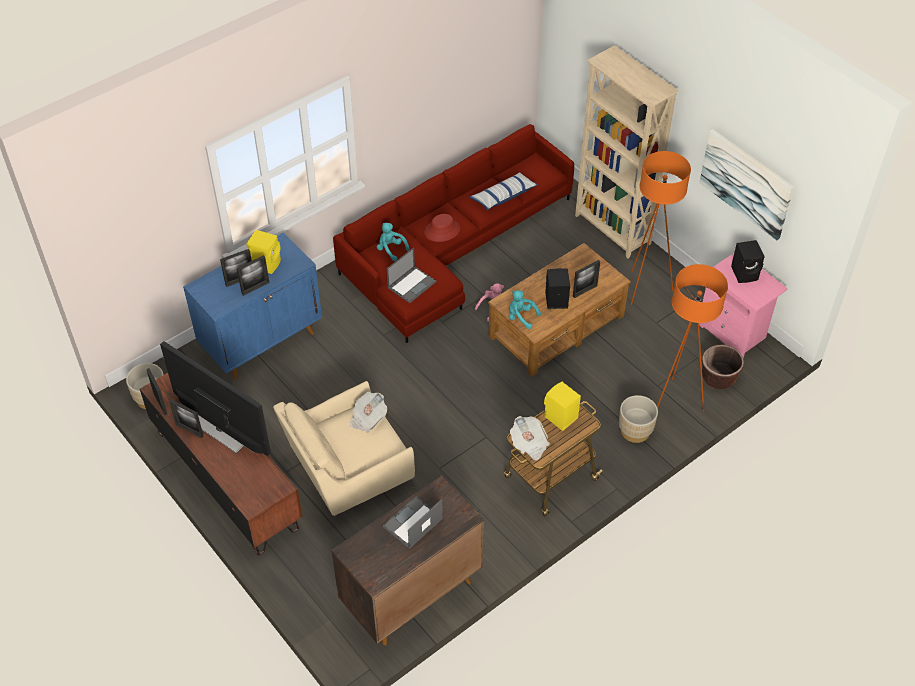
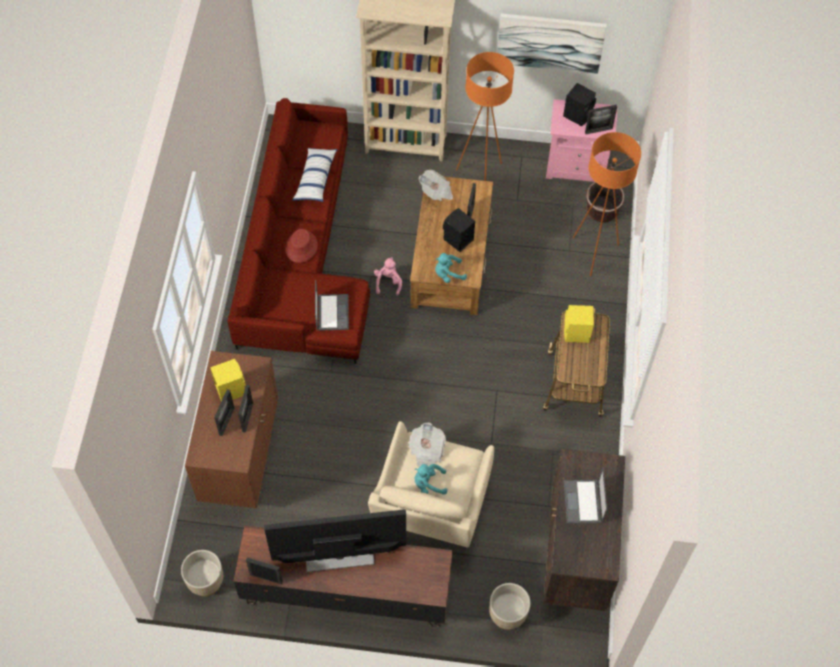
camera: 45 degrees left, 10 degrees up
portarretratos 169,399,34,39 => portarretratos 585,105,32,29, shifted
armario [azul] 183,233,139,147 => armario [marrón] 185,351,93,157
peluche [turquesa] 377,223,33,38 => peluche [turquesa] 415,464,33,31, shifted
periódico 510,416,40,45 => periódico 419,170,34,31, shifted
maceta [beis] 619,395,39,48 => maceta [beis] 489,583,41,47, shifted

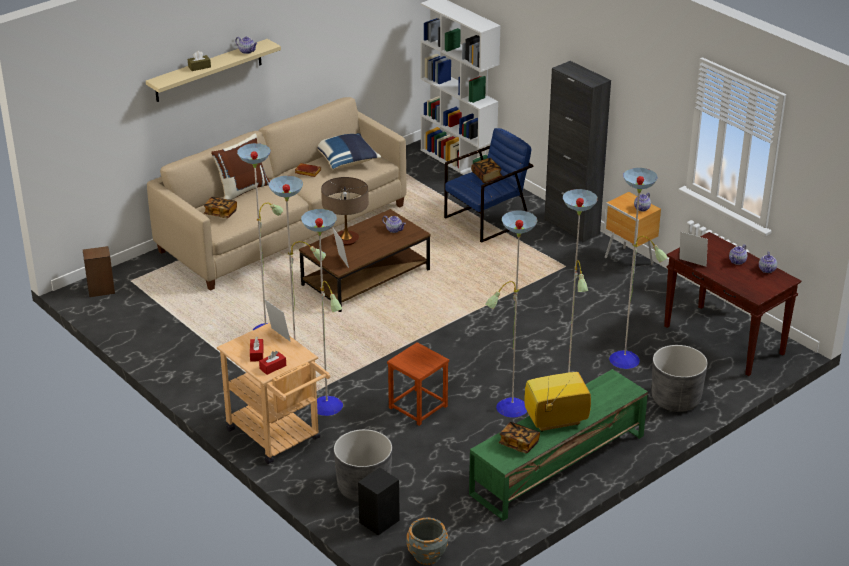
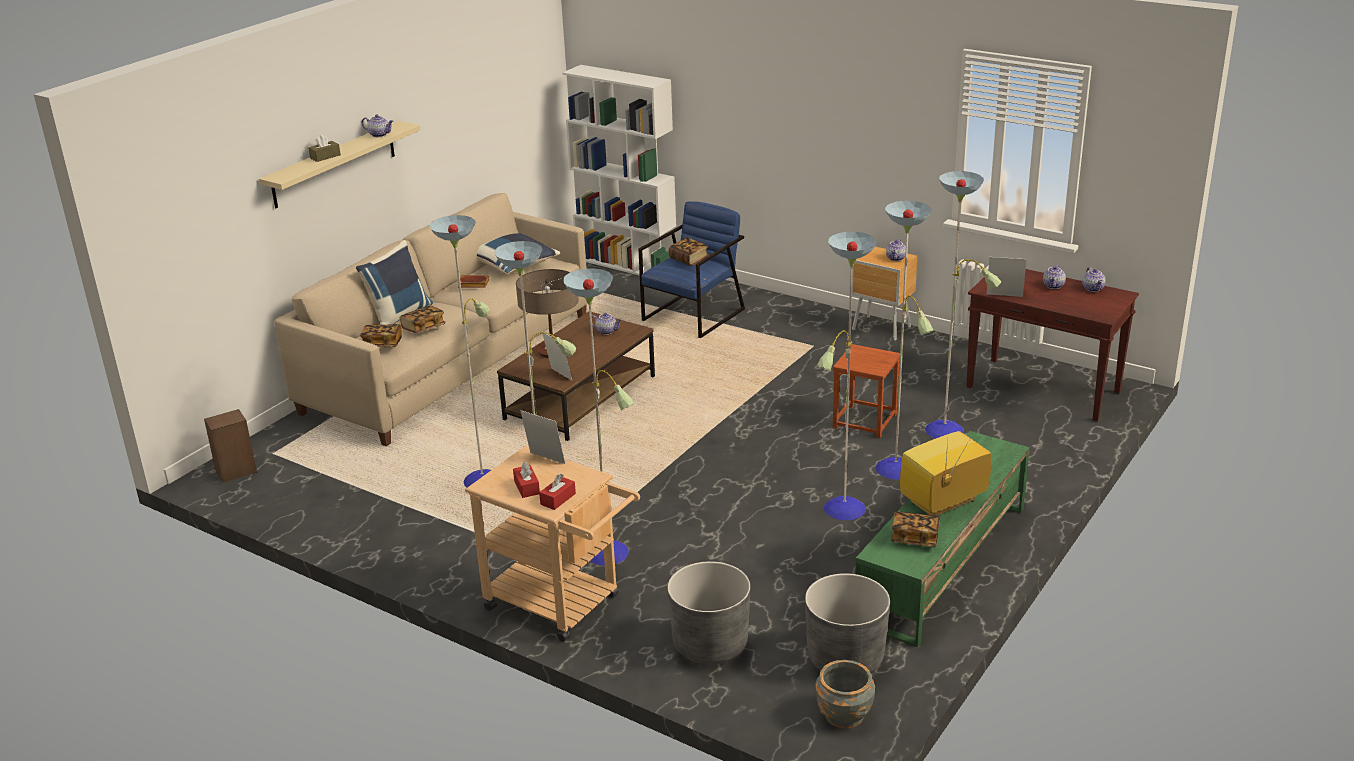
camera: 15 degrees left, 5 degrees down
cojín [marrón] 211,133,59,67 => cojín [azul] 356,240,77,85
altavoz [negro] 358,468,42,67 => nothing
taburete [marrón] 387,342,62,84 => taburete [marrón] 833,344,67,94, shifted
armario [negro] 544,61,67,181 => nothing
maceta [gris] 652,345,56,67 => maceta [gris] 805,573,85,100, shifted
nothing => libro 400,306,46,27

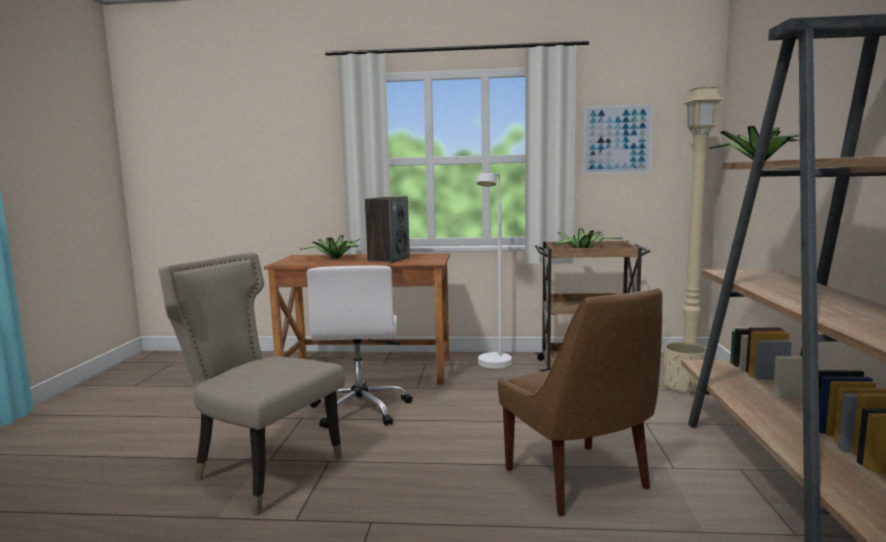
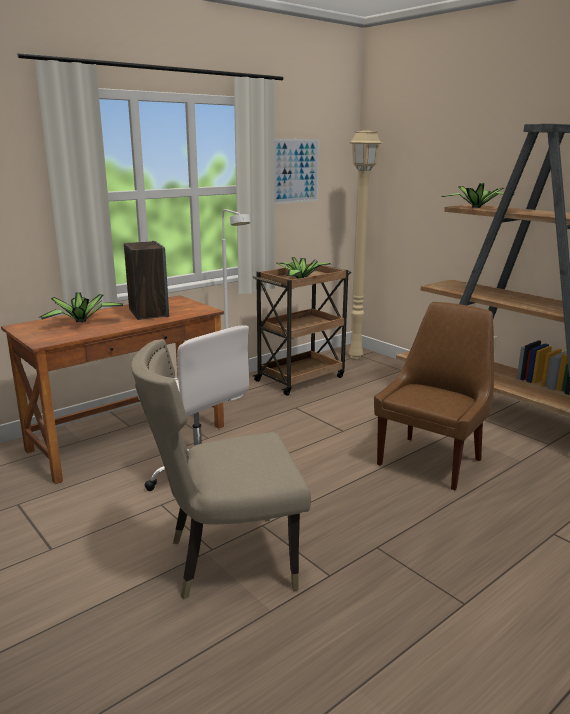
camera: 45 degrees left, 10 degrees up
silla [marrón] 498,288,164,228 => silla [marrón] 374,302,120,188, 75 degrees counterclockwise
maceta [beis] 664,342,43,52 => nothing

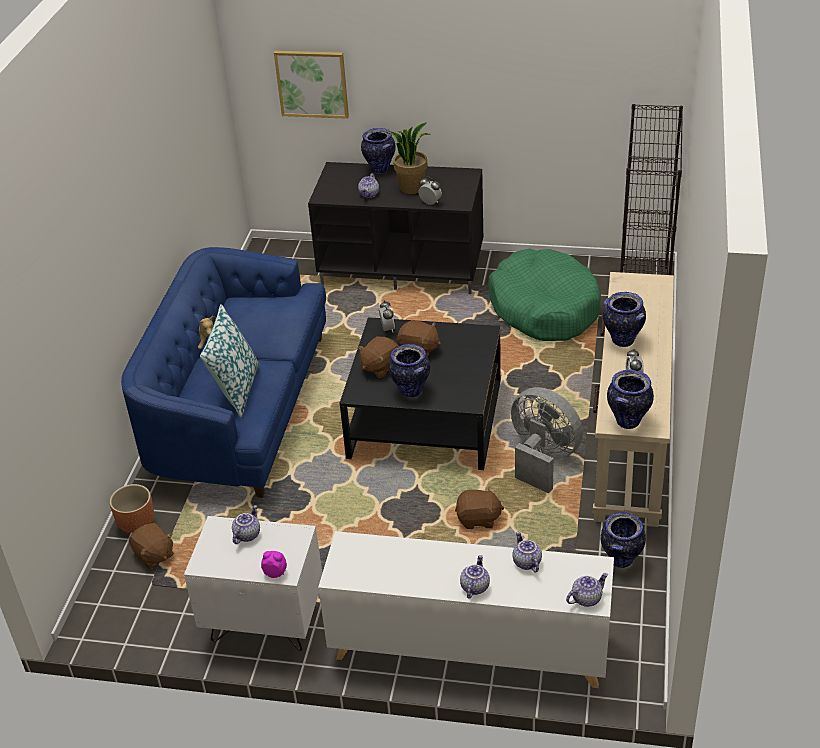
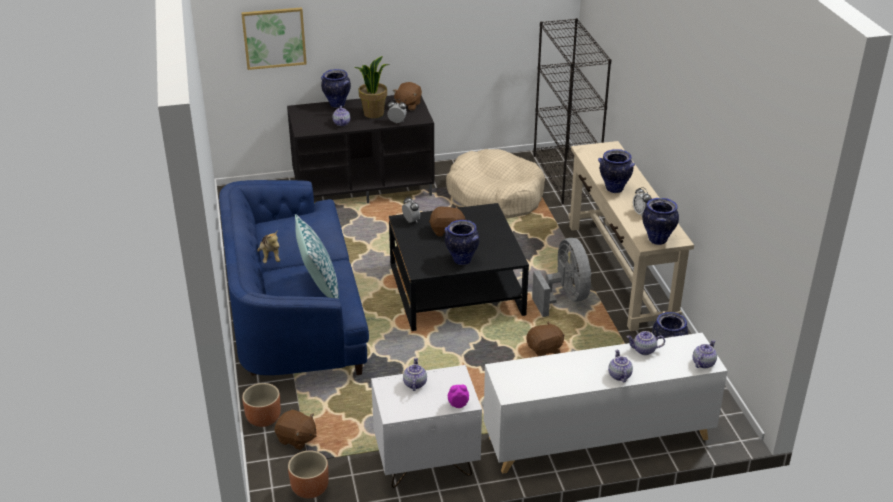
camera: 25 degrees left, 5 degrees down
peluche [marrón] 358,336,41,42 => peluche [marrón] 393,82,29,29, shifted
cama para perro [verde] 489,249,112,92 => cama para perro [beis] 446,149,99,69
ventilador [gris] 511,387,72,106 => ventilador [gris] 532,238,59,79, 60 degrees clockwise
tetera 513,532,29,41 => tetera 626,331,39,24, 45 degrees counterclockwise
nothing => maceta [marrón] 288,451,41,47

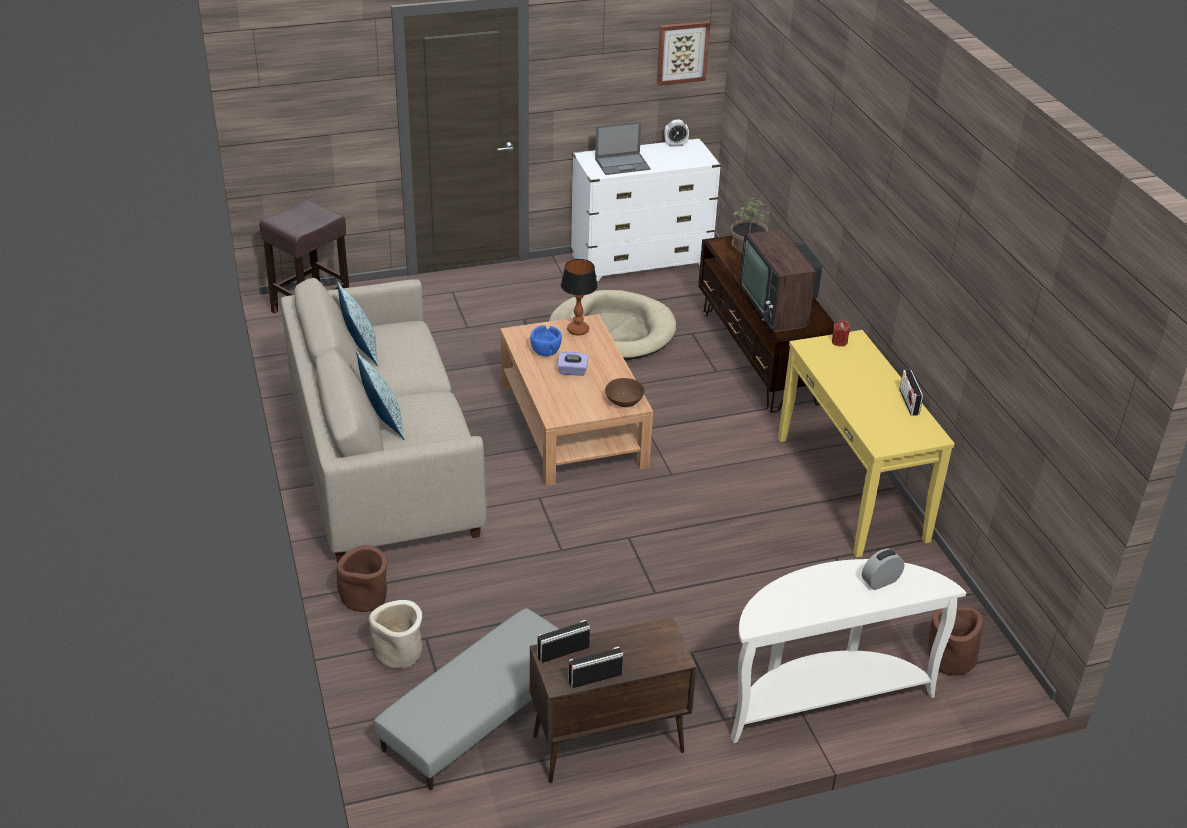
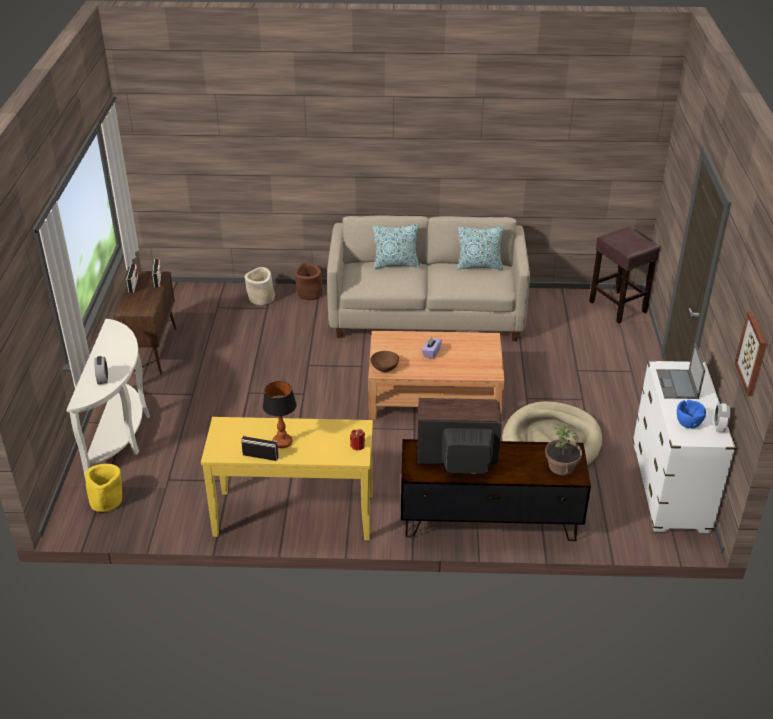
camera: 110 degrees right, 0 degrees up
puf [gris] 374,608,185,182 => nothing
cuenco [azul] 530,325,32,31 => cuenco [azul] 677,400,29,28, shifted
lámpara de mesa 561,259,37,77 => lámpara de mesa 263,381,34,67, shifted
maceta [marrón] 929,606,54,69 => maceta [amarillo] 85,464,37,48

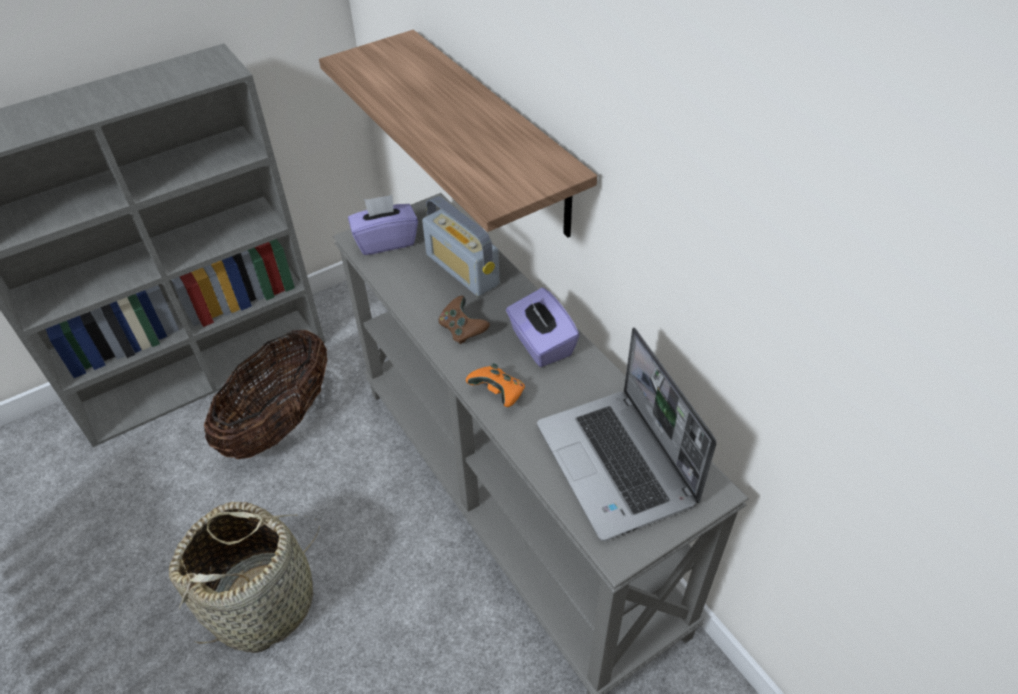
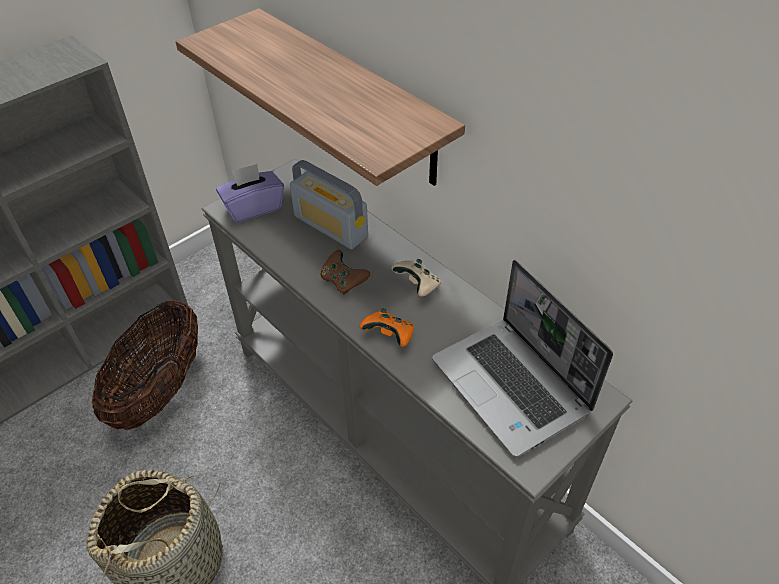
camera: 10 degrees left, 0 degrees up
caja de pañuelos [morado] 506,288,74,79 => mando de consola [beis] 392,259,49,37

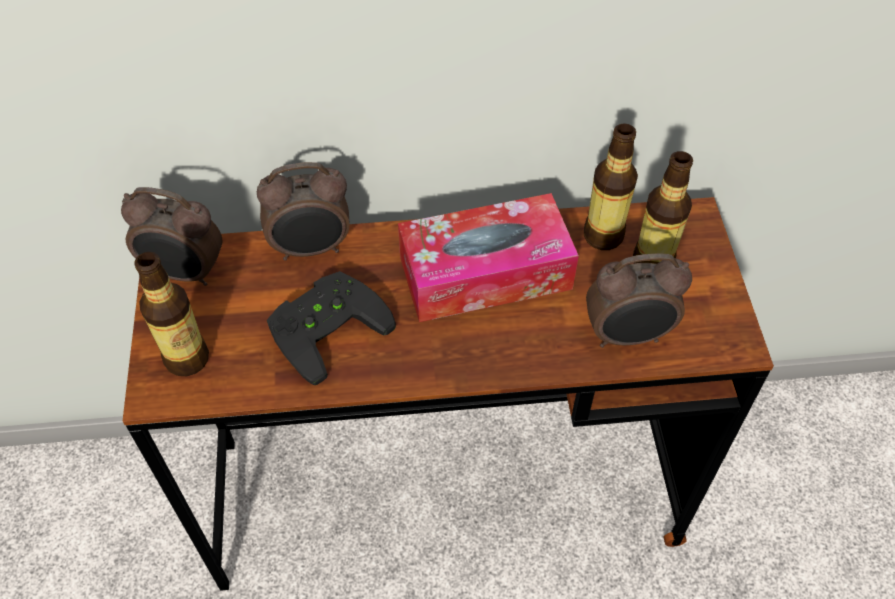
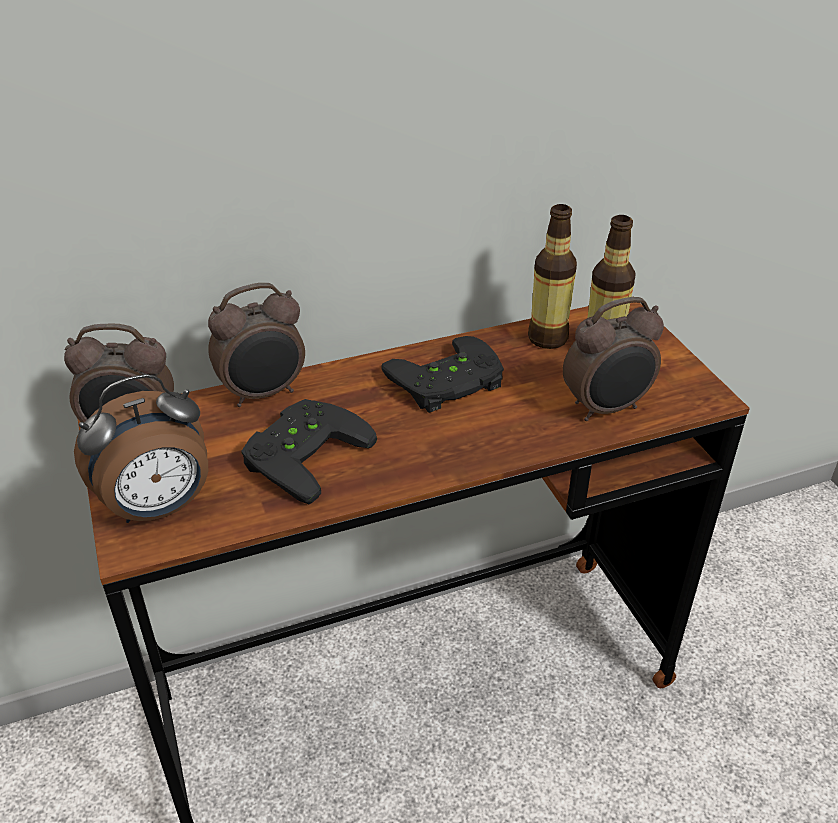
camera: 15 degrees left, 15 degrees down
botella 134,252,75,124 => despertador 74,374,134,149
caja de pañuelos 398,193,181,129 => mando de consola [negro] 381,336,123,77

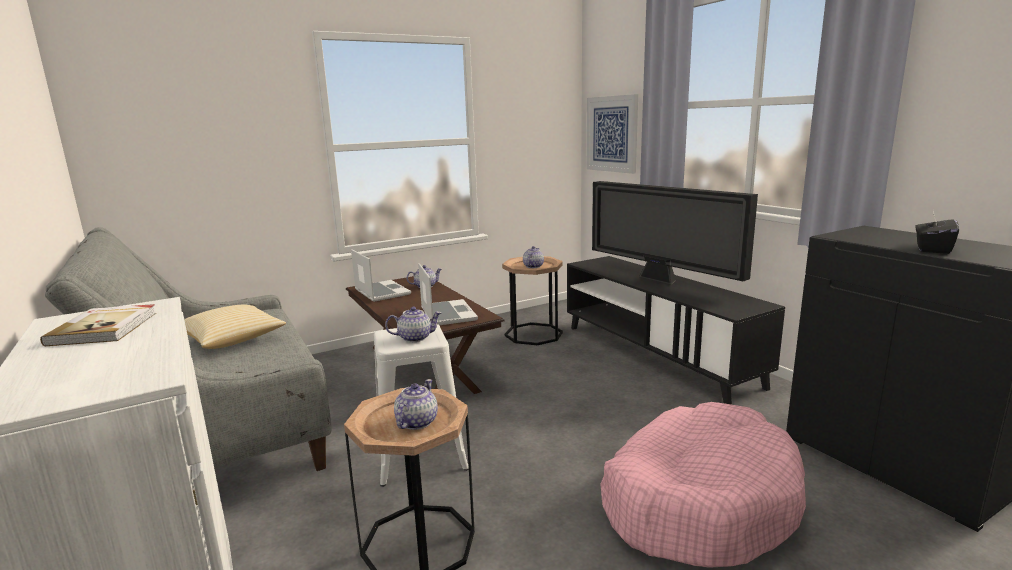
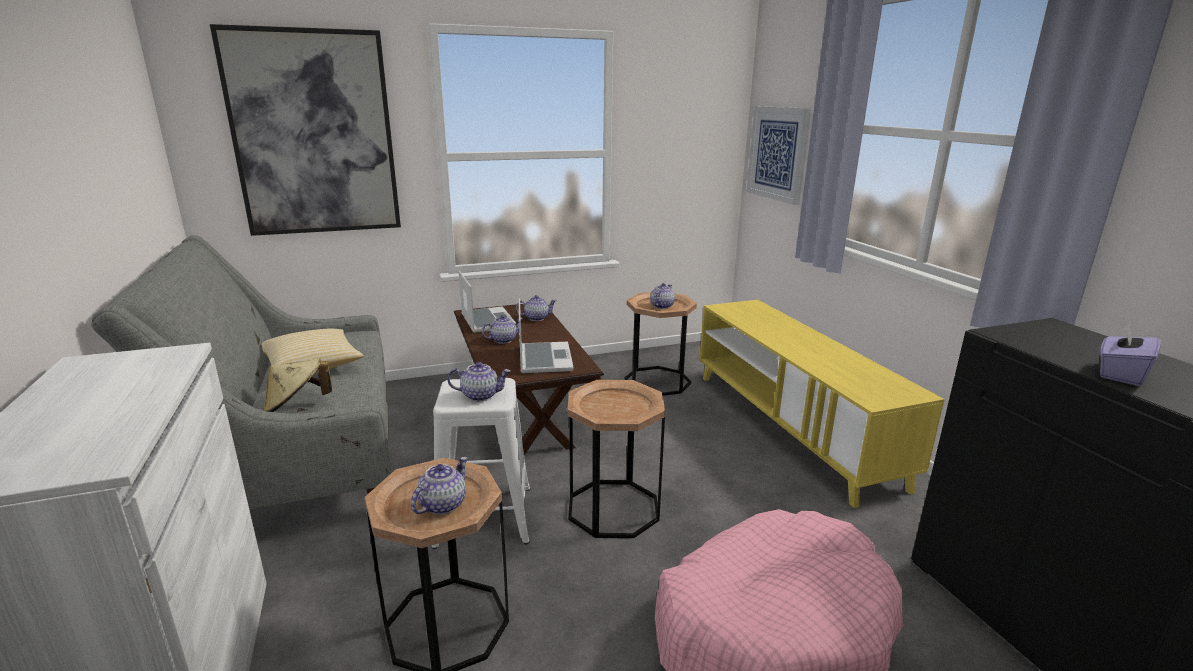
camera: 10 degrees right, 5 degrees up
libro 40,304,116,42 => nothing
mueble de televisión [negro] 567,256,218,149 => mueble de televisión [amarillo] 700,300,245,208
televisor 592,181,166,104 => nothing
caja de pañuelos [negro] 915,211,44,43 => caja de pañuelos [morado] 1100,322,61,64
nothing => cuadro 210,24,191,212
nothing => sombrero [beis] 263,358,69,54
nothing => tetera 482,315,41,29
nothing => mesa auxiliar [marrón] 567,380,98,158

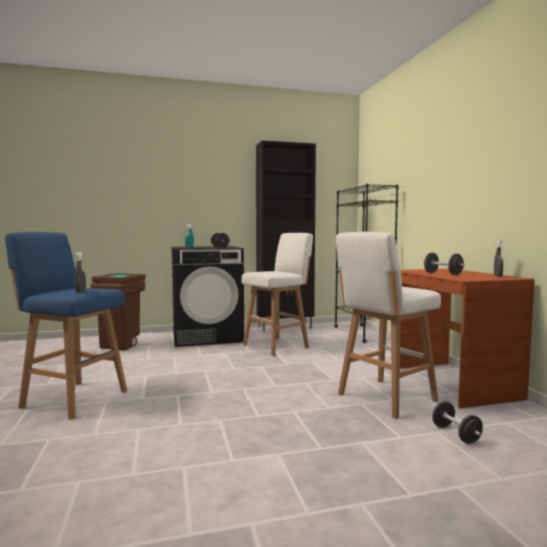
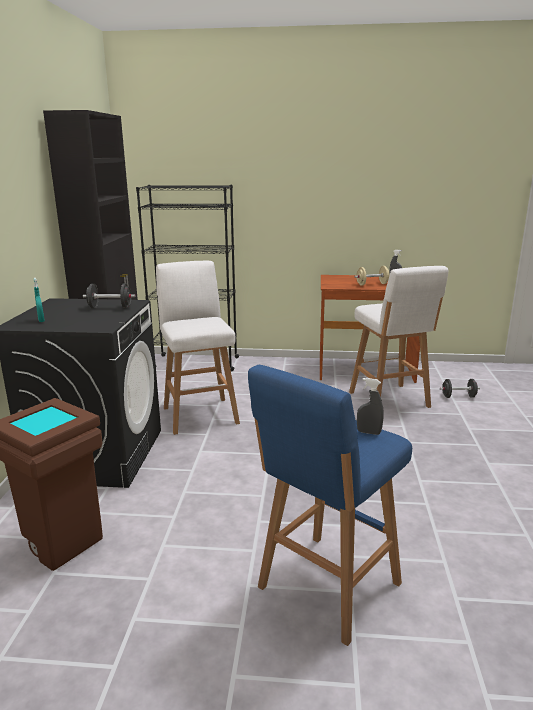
camera: 70 degrees left, 15 degrees up
mancuerna [negro] 424,253,41,22 => mancuerna [beis] 354,266,36,20

